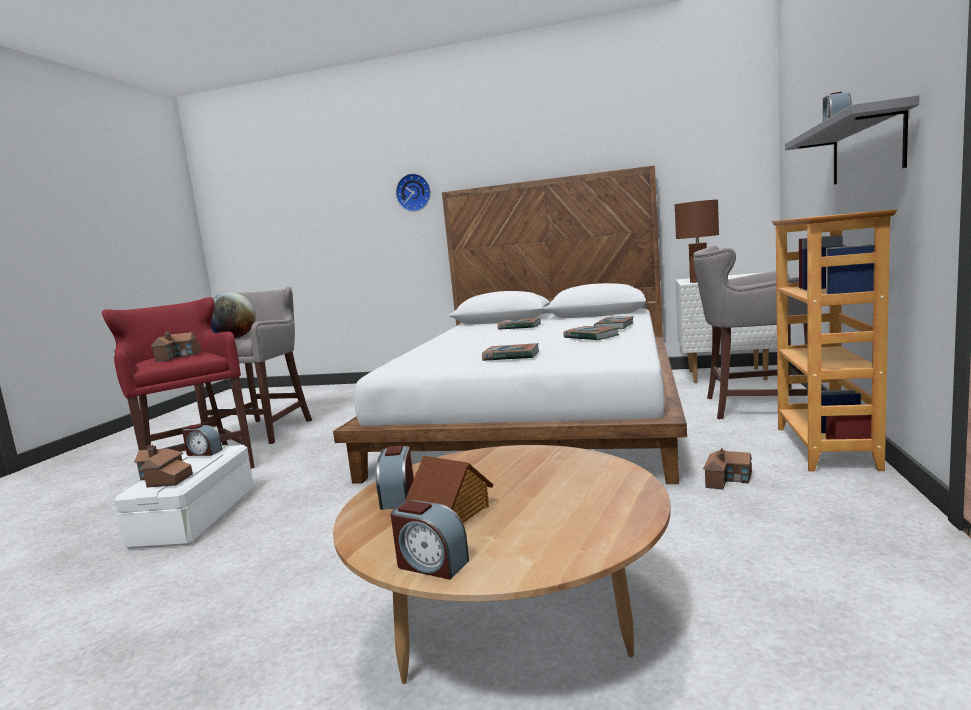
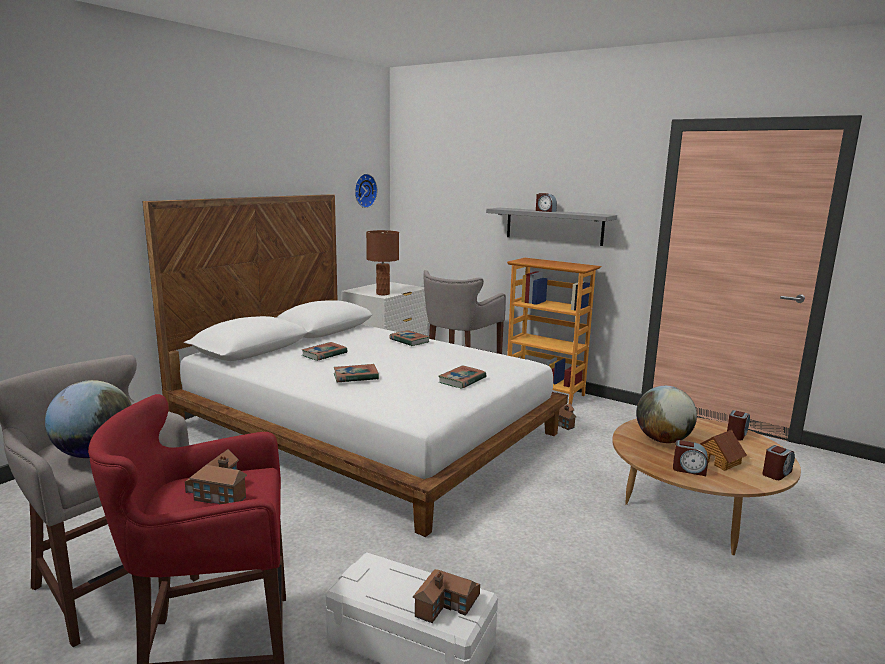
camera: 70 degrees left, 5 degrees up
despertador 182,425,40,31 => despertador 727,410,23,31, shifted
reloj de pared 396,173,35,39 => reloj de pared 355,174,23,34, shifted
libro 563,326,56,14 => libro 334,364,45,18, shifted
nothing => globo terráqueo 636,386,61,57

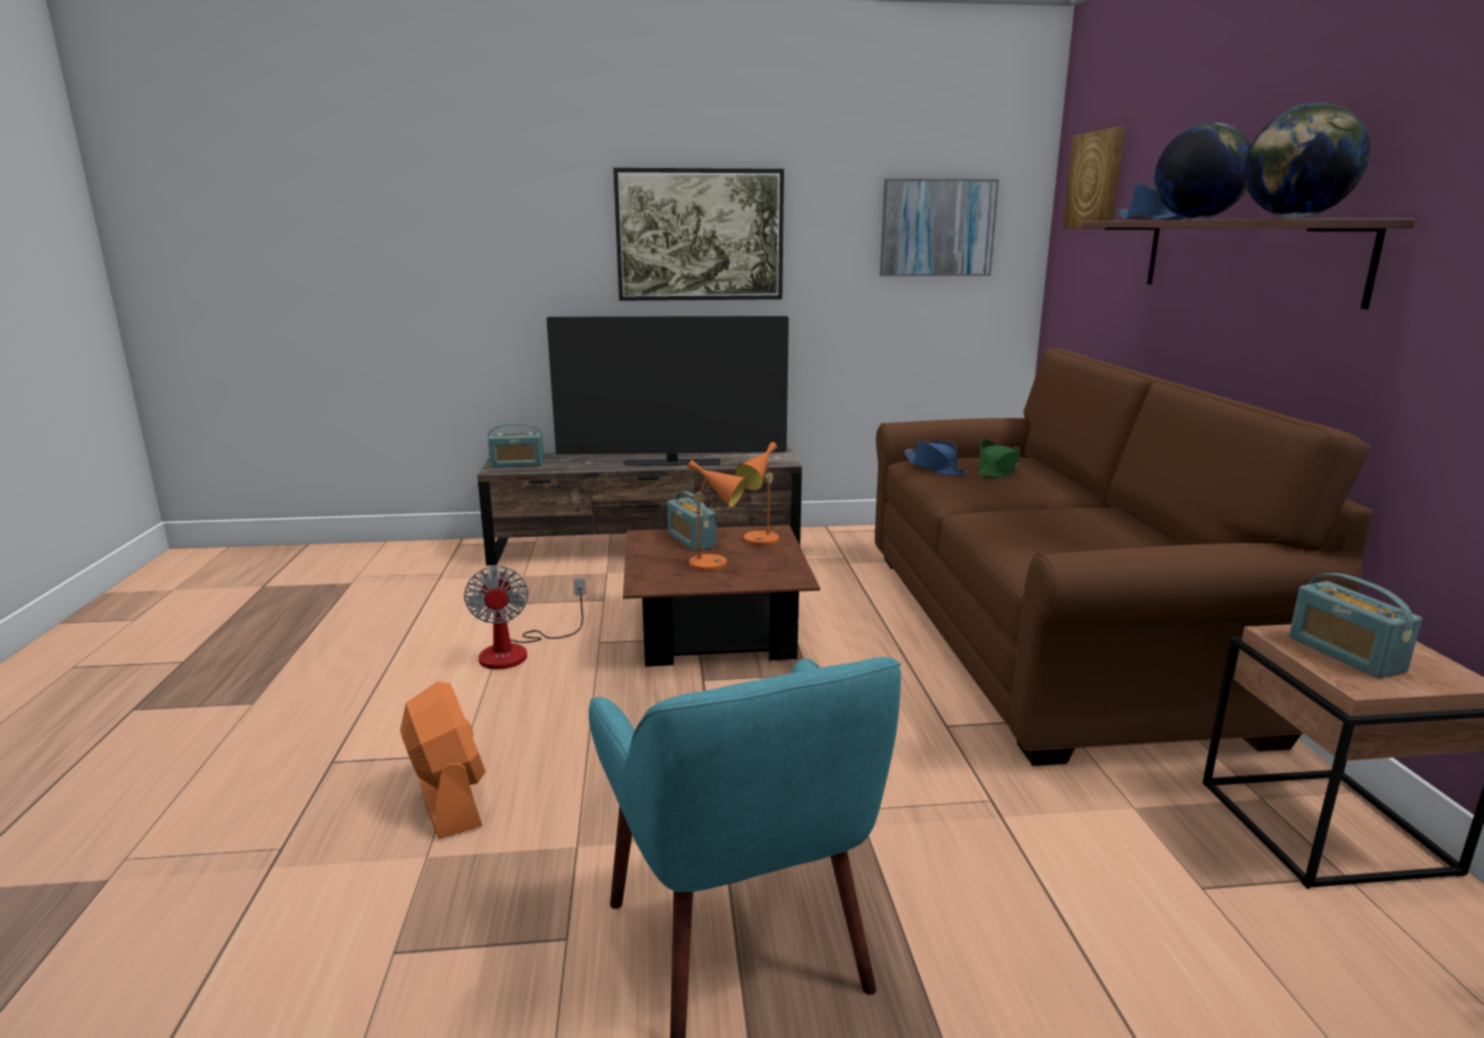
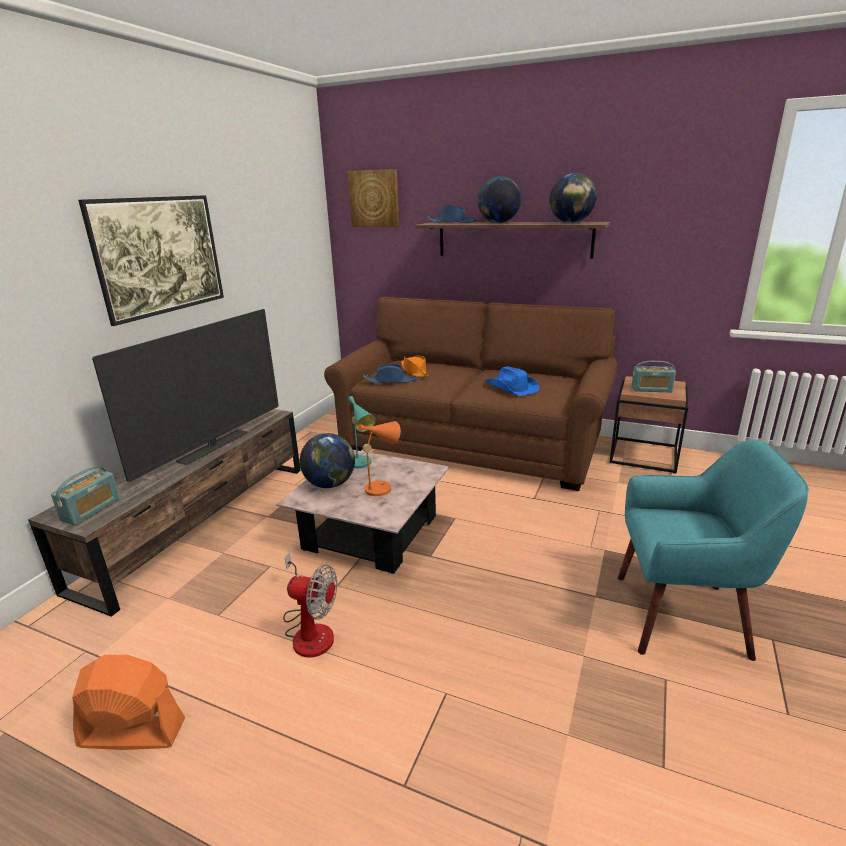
camera: 60 degrees left, 5 degrees up
ventilador [naranja] 400,682,86,157 => ventilador [naranja] 72,655,113,95, shifted
mesa de centro [marrón] 623,525,197,142 => mesa de centro [rosa] 276,450,173,124
radio 667,491,50,60 => globo terráqueo 300,433,55,55
lámpara de mesa [naranja] 735,442,45,104 => lámpara de mesa [turquesa] 348,396,28,72
cuadro 880,179,119,97 => nothing
sombrero [verde] 978,439,42,39 => sombrero [naranja] 401,355,28,22
nothing => sombrero [azul] 485,366,55,30

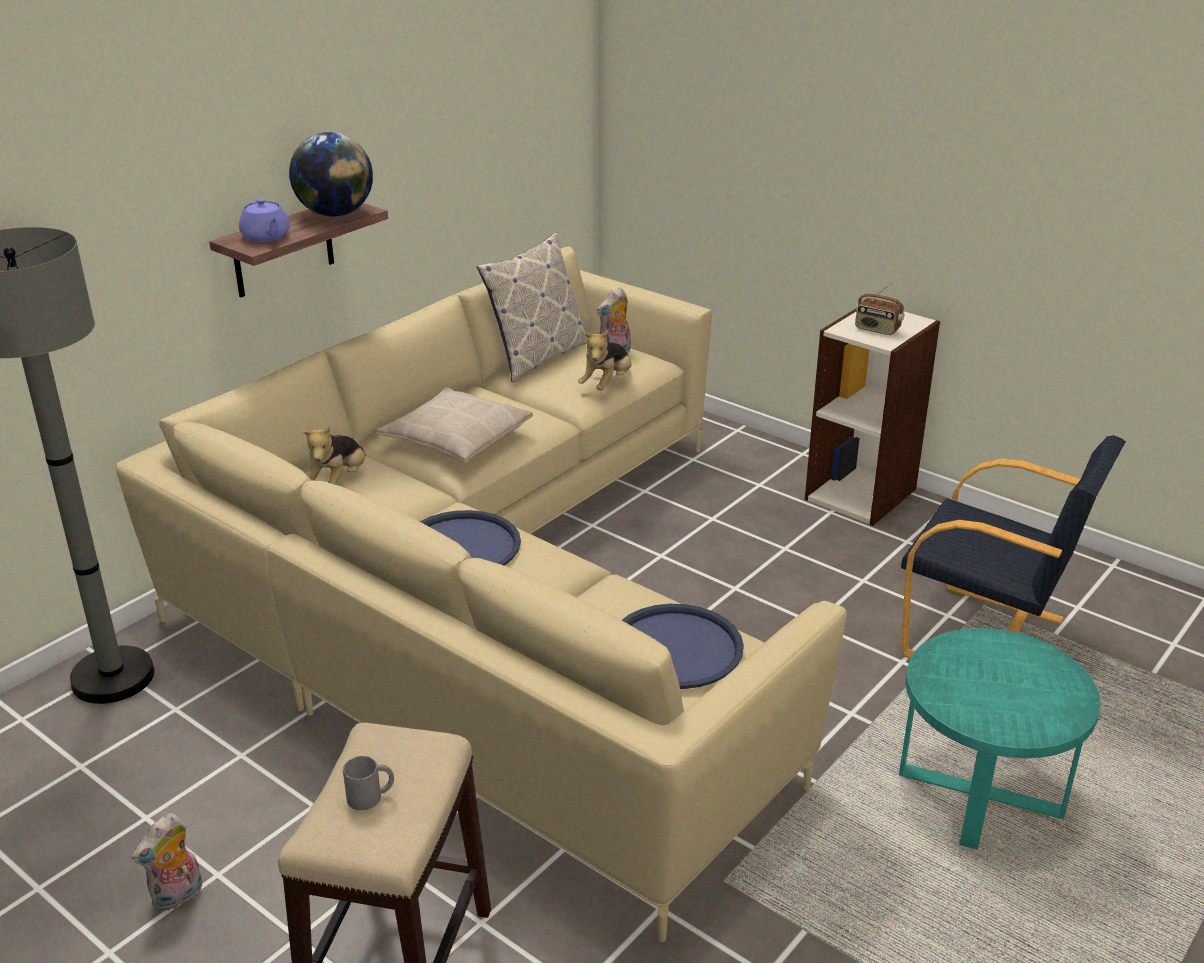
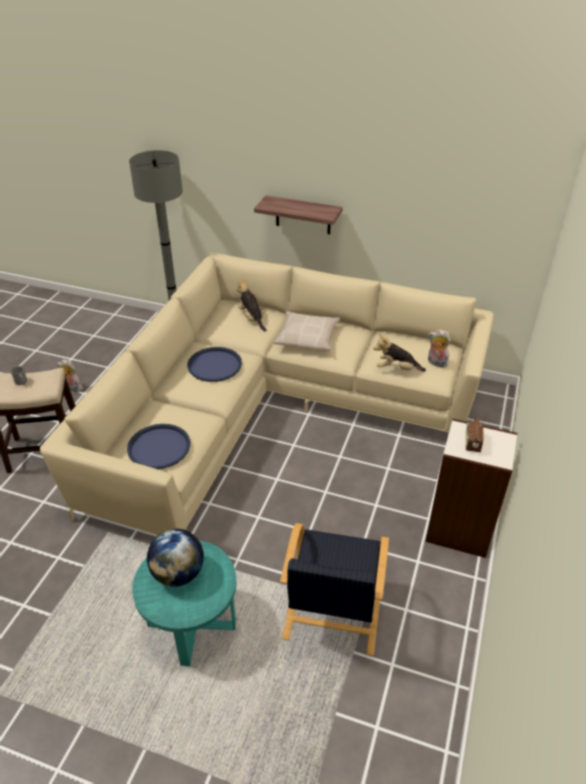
camera: 70 degrees right, 10 degrees up
tetera [morado] 239,198,51,44 => nothing
globo terráqueo 289,132,84,85 => globo terráqueo 147,529,57,58, shifted
peluche 303,426,63,59 => peluche 235,278,32,54, 60 degrees clockwise
cojín 477,233,110,150 => nothing

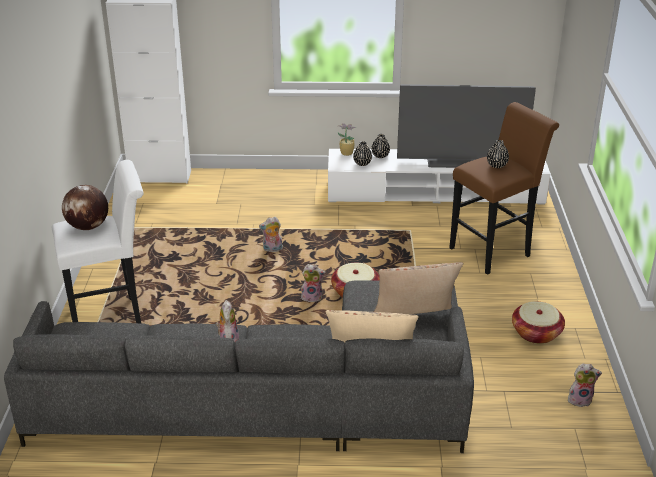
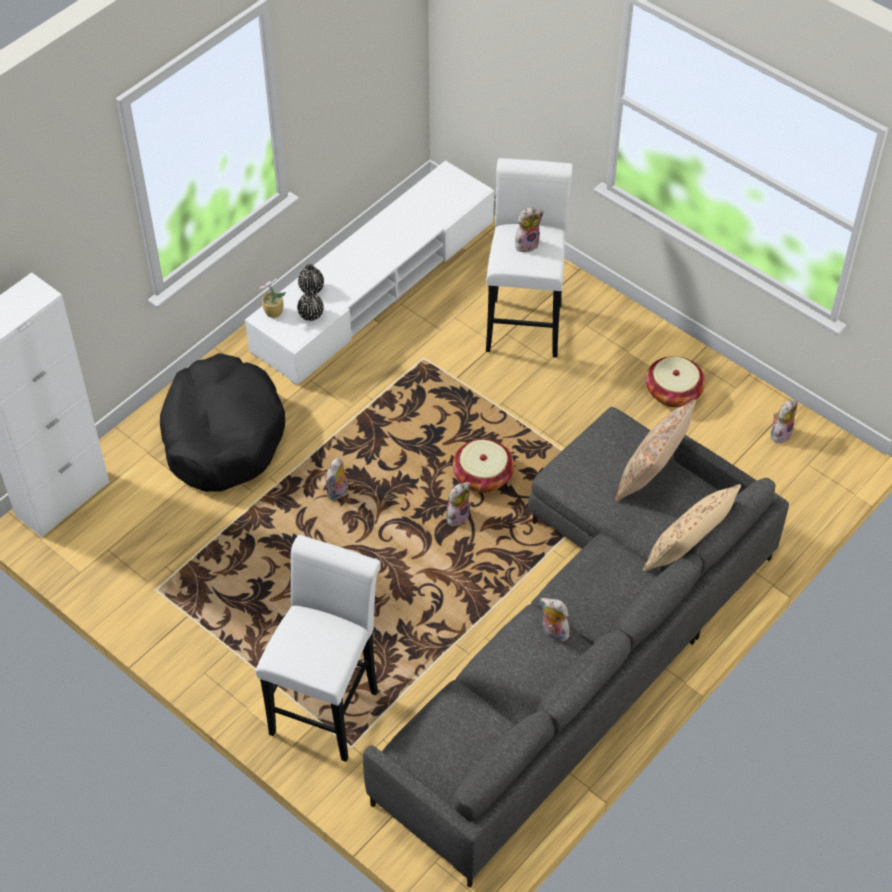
camera: 50 degrees left, 20 degrees up
globo terráqueo 62,185,46,45 => nothing
televisor 397,84,139,84 => nothing
taburete [marrón] 449,102,110,173 => taburete [blanco] 486,158,87,200
florero [negro] 487,140,22,28 => peluche 515,207,29,45
nothing => cama para perro [negro] 160,353,125,139

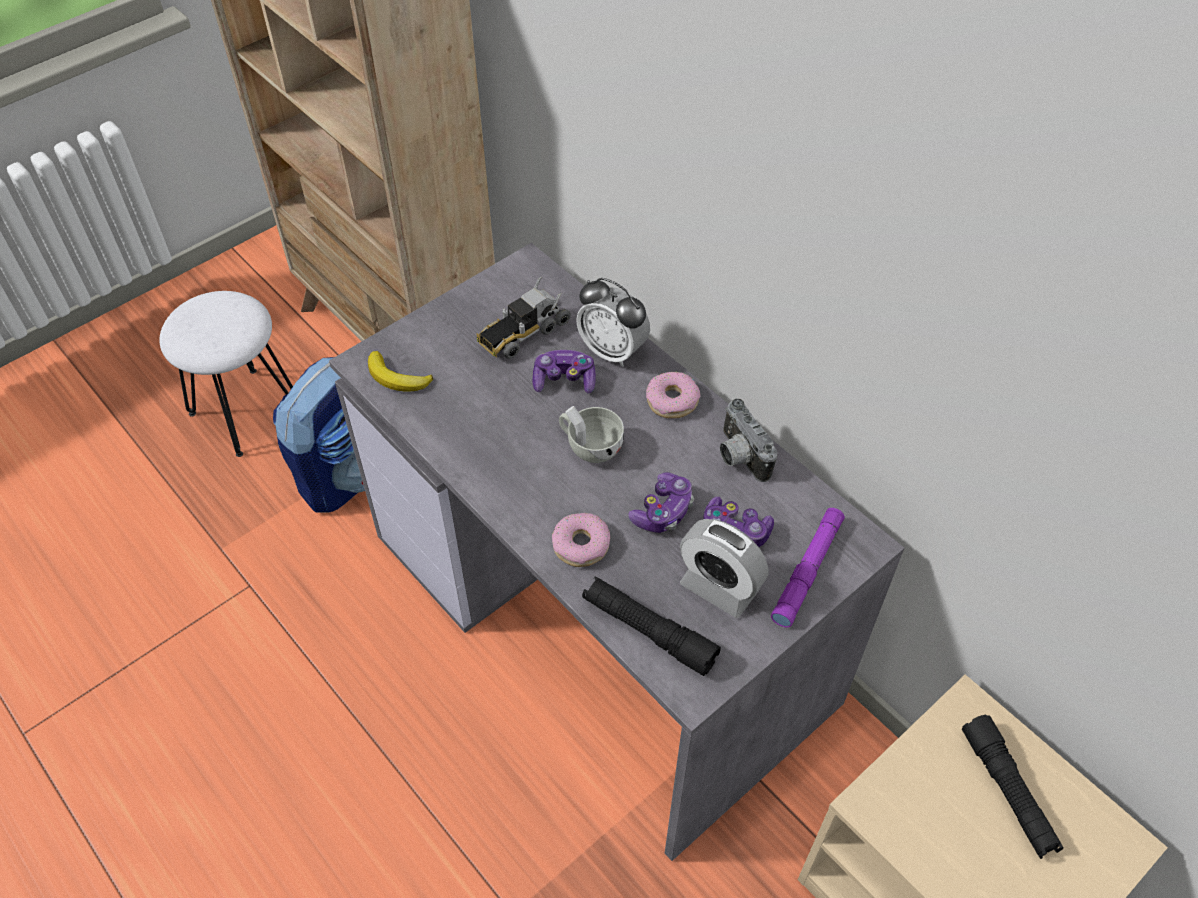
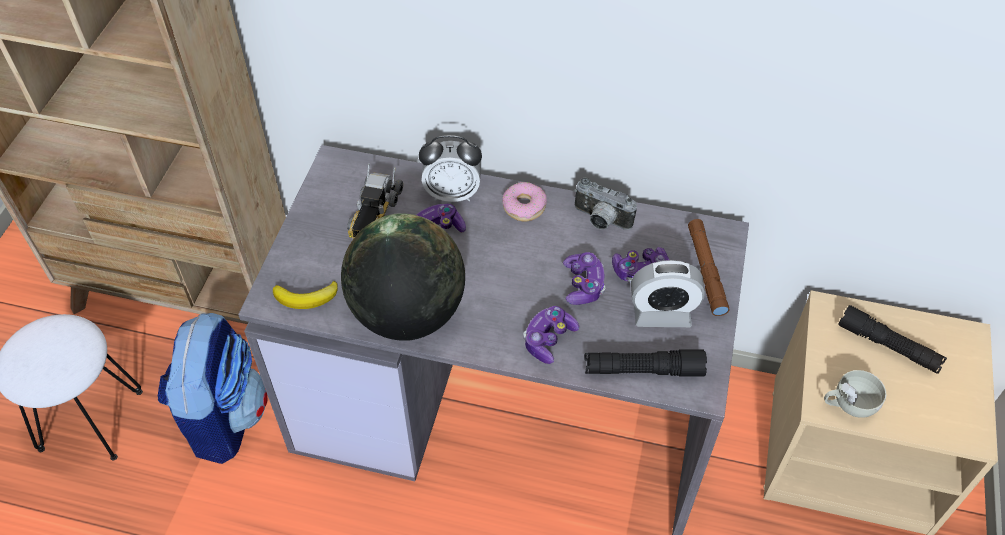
camera: 35 degrees left, 0 degrees up
rosquilla 552,513,58,54 => mando de consola 523,306,56,58
taza [blanco] 559,406,65,57 => taza [blanco] 824,370,62,48, shifted
linterna [morado] 771,508,74,120 => linterna [marrón] 688,219,42,97
nothing => globo terráqueo 341,213,124,128

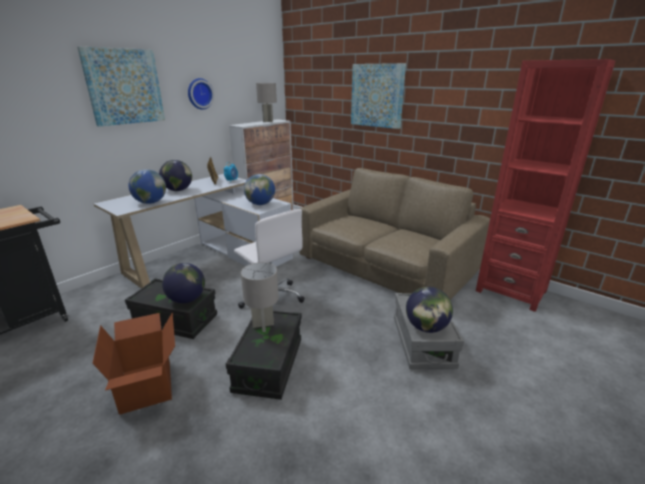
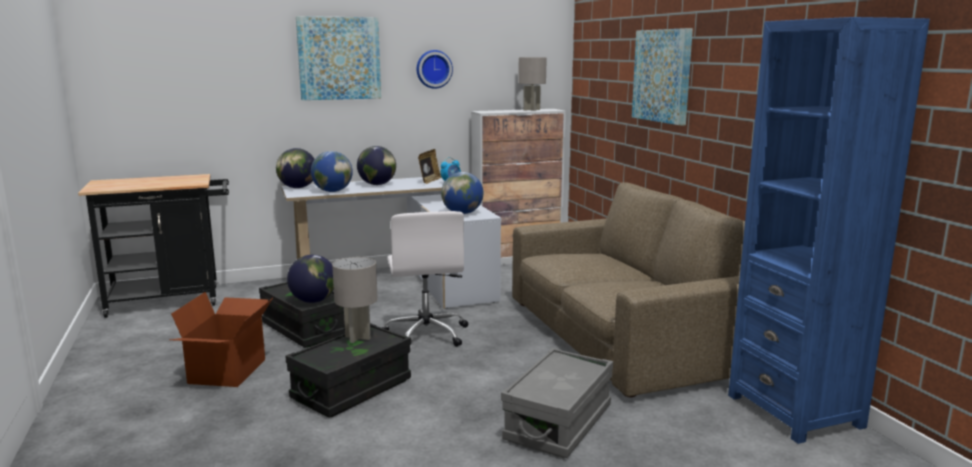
camera: 30 degrees right, 10 degrees down
globo terráqueo 406,287,47,46 => globo terráqueo 276,148,38,40, shifted
estantería [rojo] 476,59,139,253 => estantería [azul] 728,17,202,427

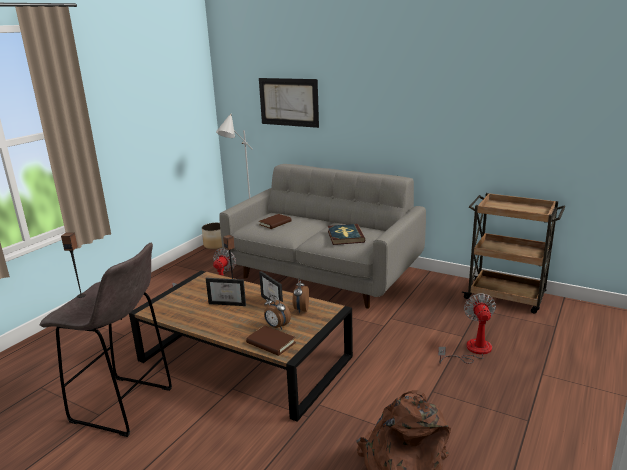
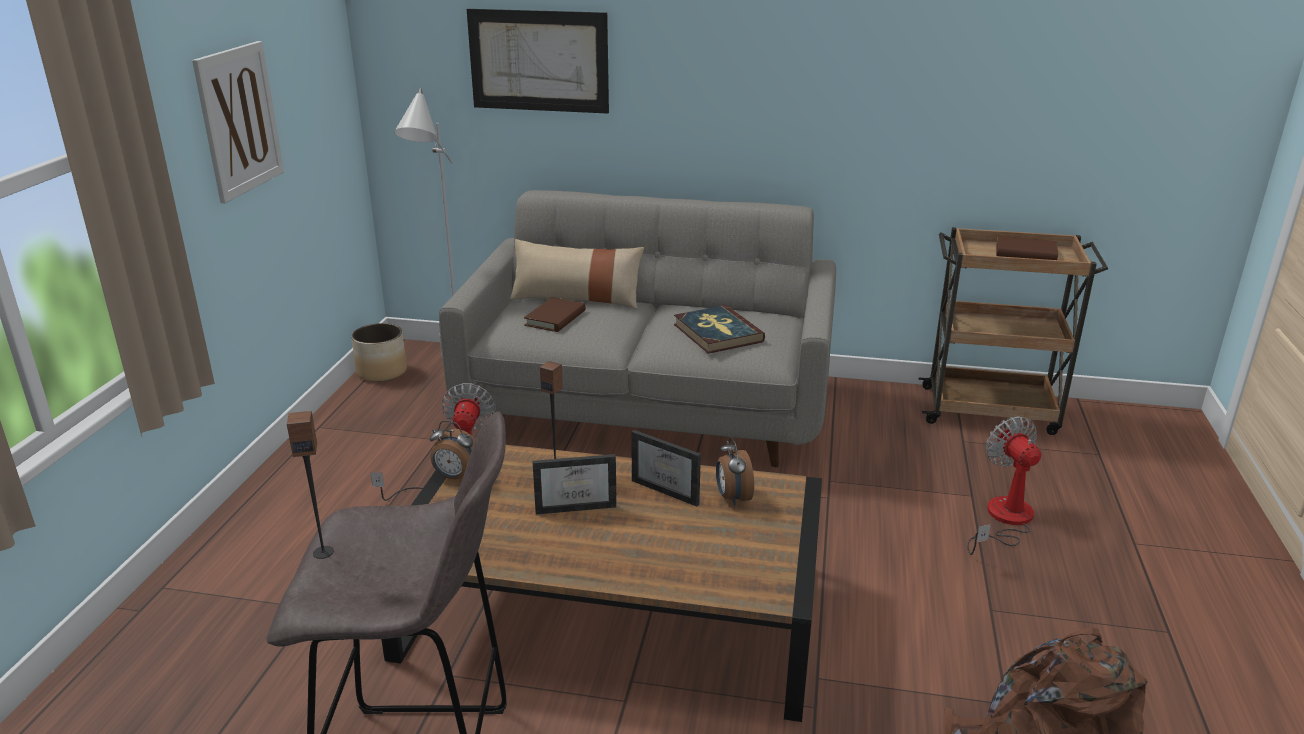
camera: 20 degrees left, 5 degrees up
libro [marrón] 246,325,50,31 => libro [marrón] 996,236,62,24, shifted
despertador 264,295,27,34 => despertador 430,421,46,58, shifted
nothing => cuadro 192,41,92,162
nothing => cojín [beis] 510,239,134,70

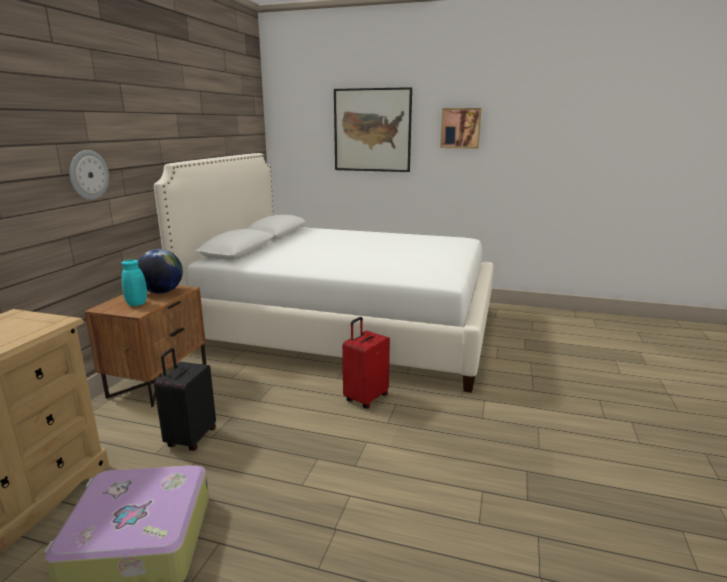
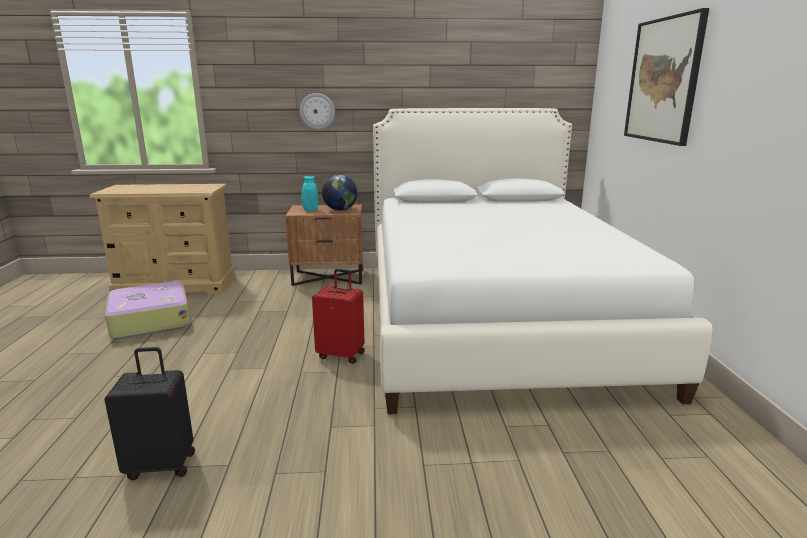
camera: 70 degrees right, 0 degrees up
maleta [negro] 154,348,62,103 => maleta [negro] 104,347,91,133, shifted
cuadro 440,108,42,41 => nothing

